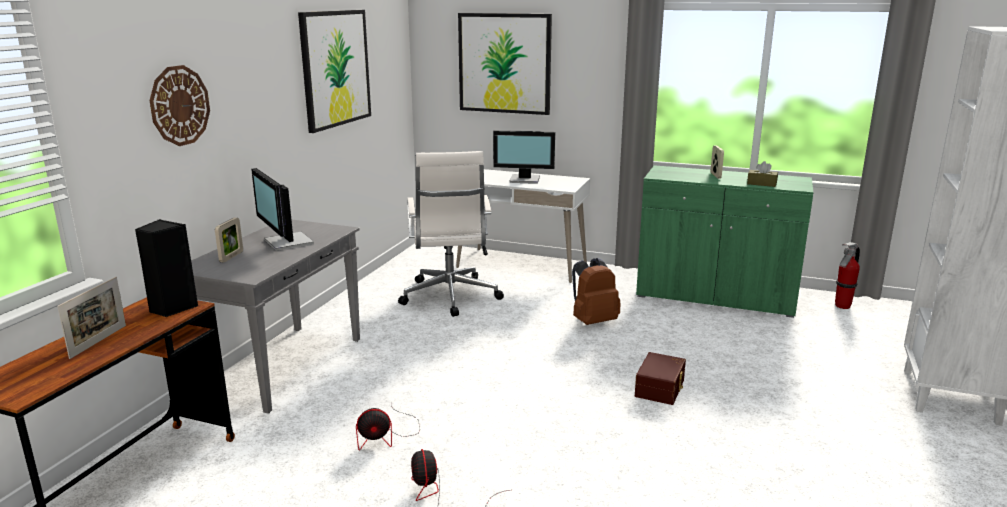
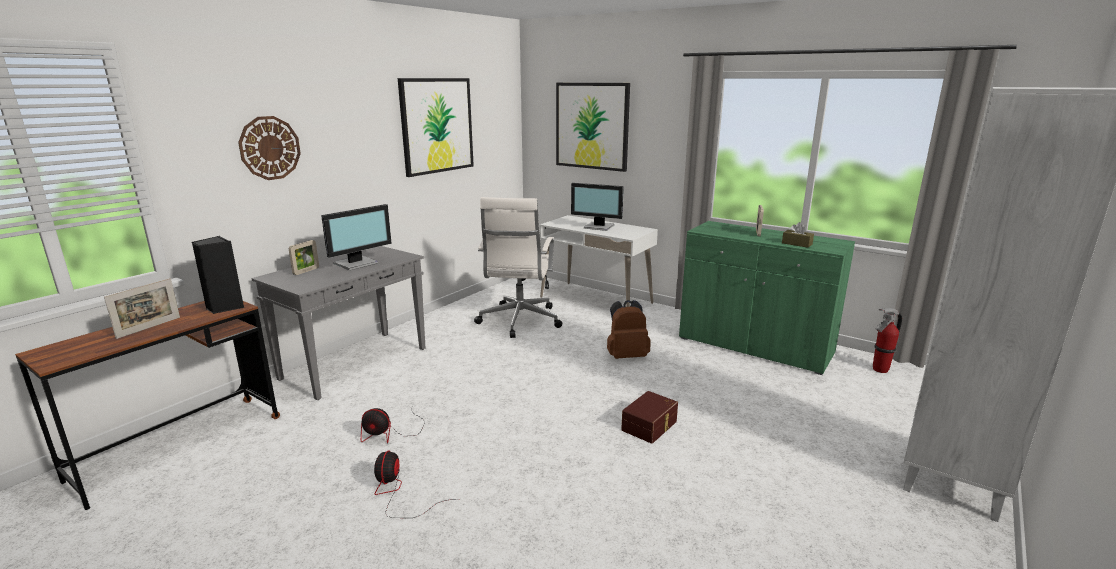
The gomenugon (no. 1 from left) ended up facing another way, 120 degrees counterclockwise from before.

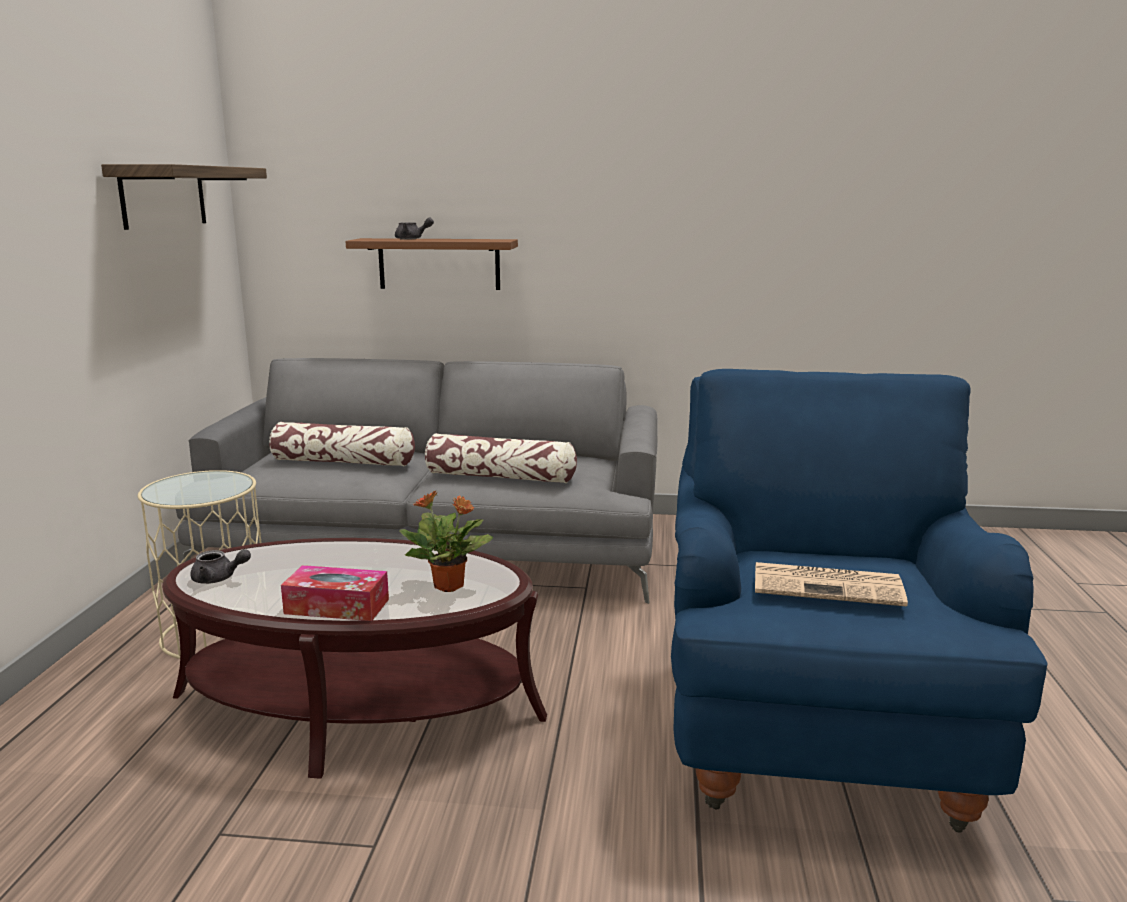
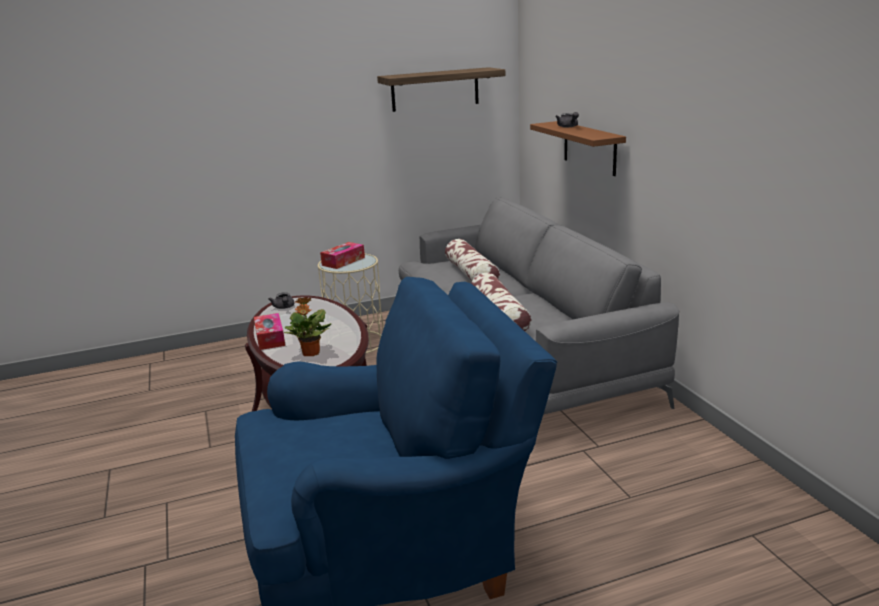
The second view lost the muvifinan.
The second view gained the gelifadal (no. 2 from left).

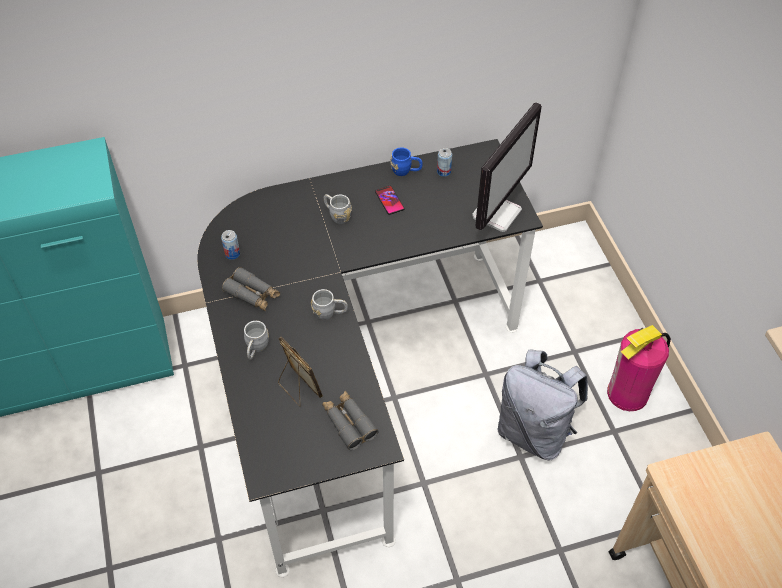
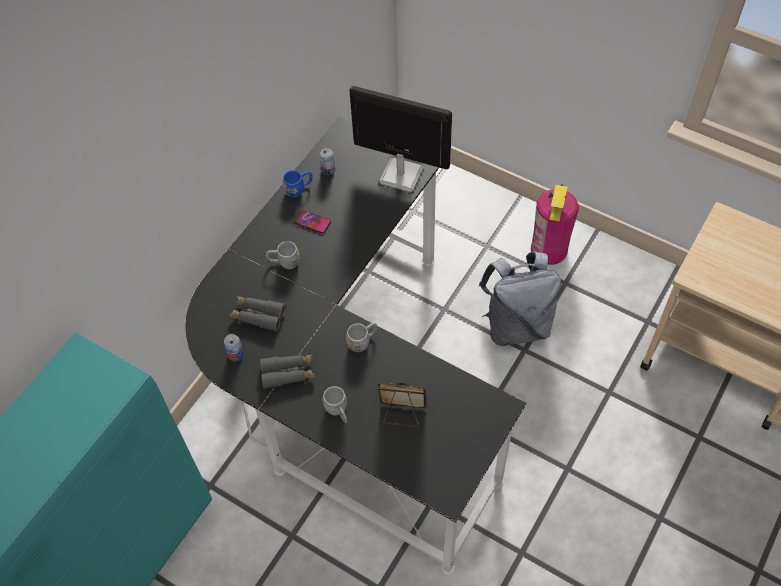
The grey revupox (no. 2 from left in the first image) ended up elsewhere.
The gomenugon ended up facing another way, 60 degrees counterclockwise from before.

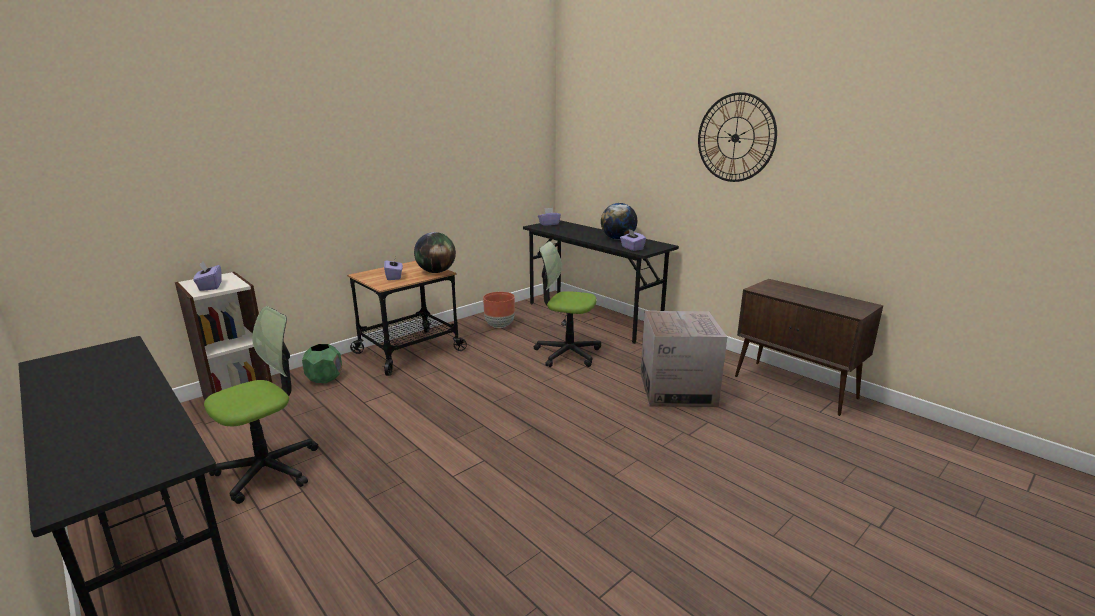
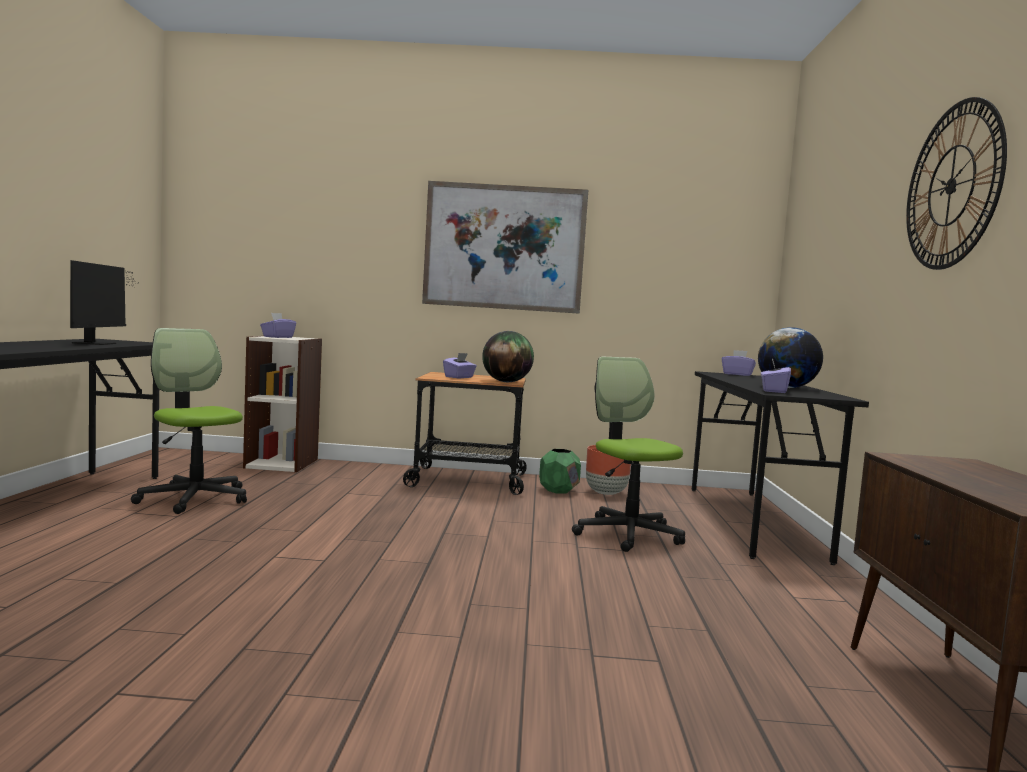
The second view lost the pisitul.
The second view gained the gomenugon.
The second view gained the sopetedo.
The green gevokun ended up elsewhere.
The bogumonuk (no. 1 from left) ended up facing another way, 135 degrees counterclockwise from before.

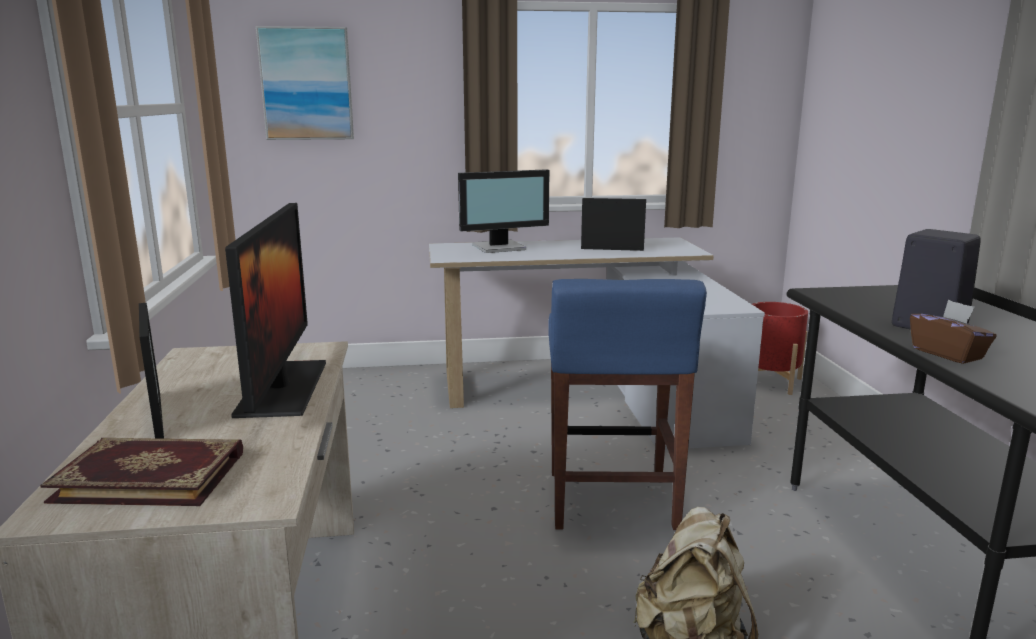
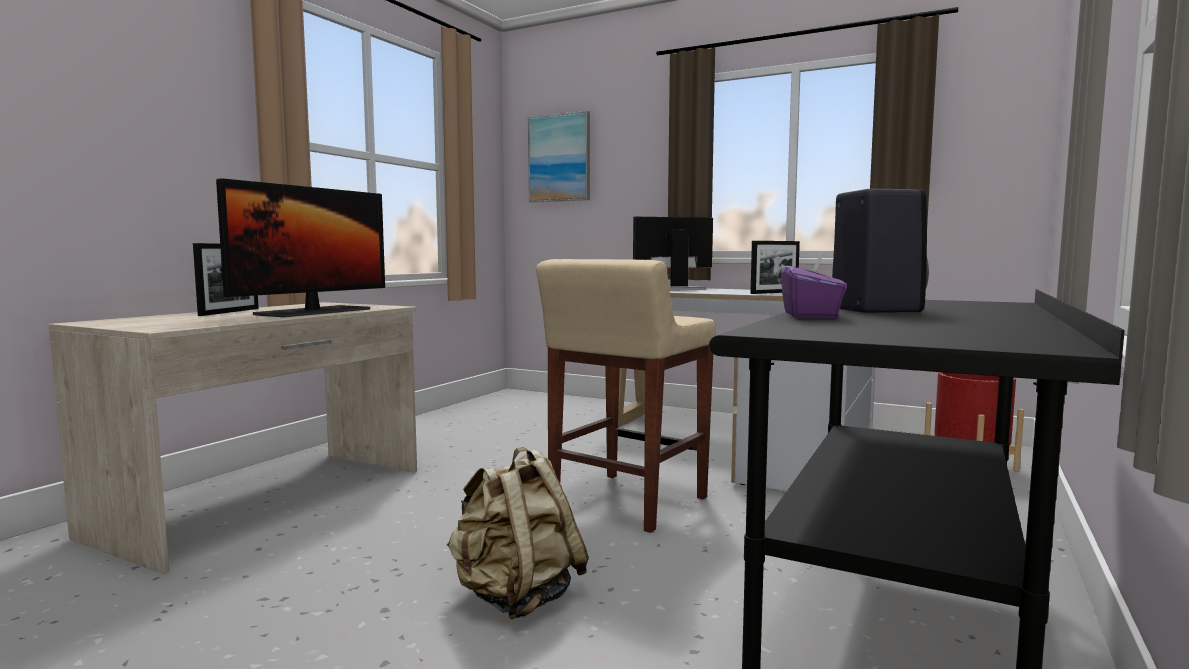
The second view lost the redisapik.
What was the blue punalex turned into the beige punalex.
What was the brown gelifadal turned into the purple gelifadal.
The gomenugon (no. 2 from left) ended up facing another way, 150 degrees clockwise from before.
The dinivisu (no. 2 from left) ended up facing another way, 105 degrees clockwise from before.

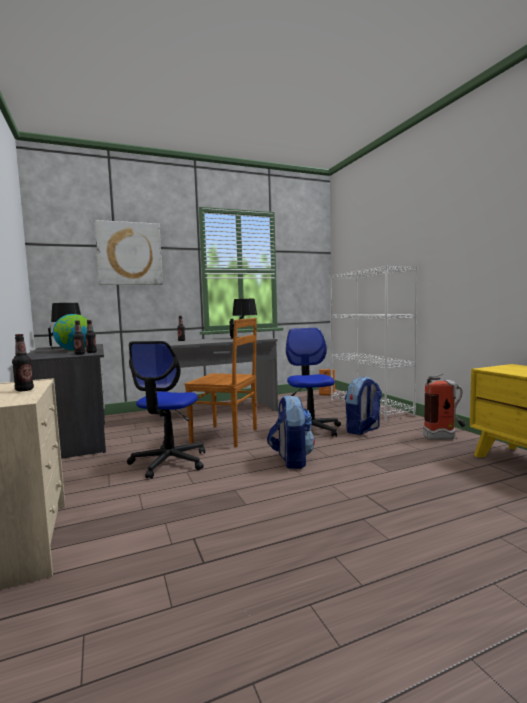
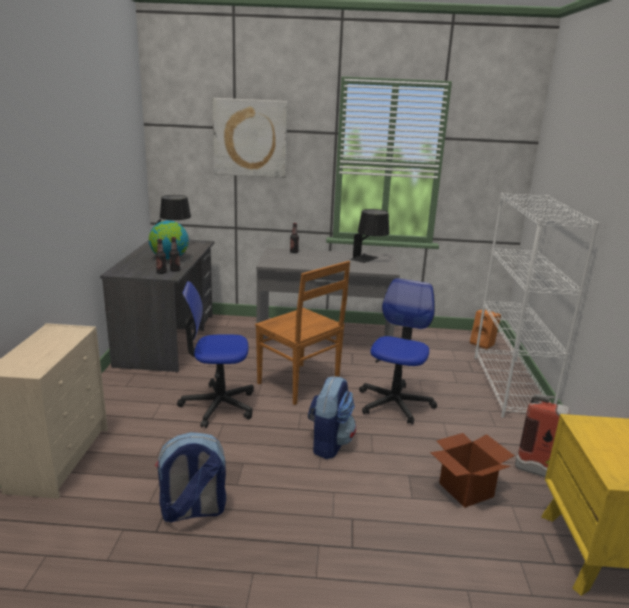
The second view lost the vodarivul (no. 1 from left).
The second view gained the pisitul.
The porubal (no. 2 from left in the first image) ended up elsewhere.
The bogumonuk (no. 1 from left) ended up facing another way, 45 degrees clockwise from before.

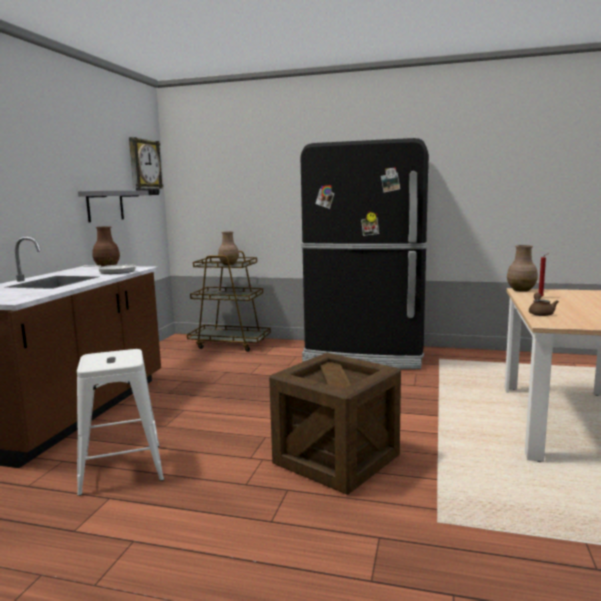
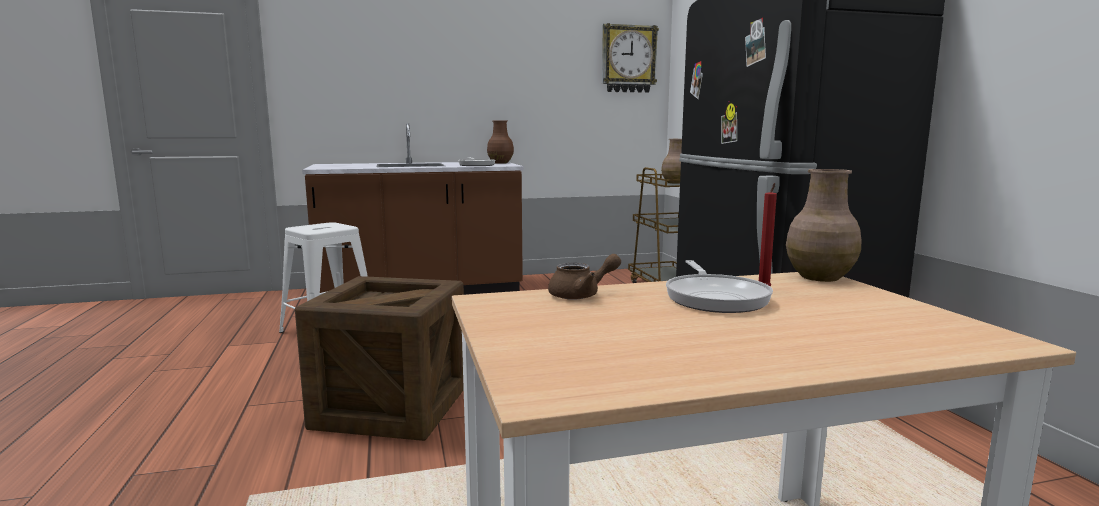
The second view lost the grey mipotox.
The second view gained the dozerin (no. 2 from left).

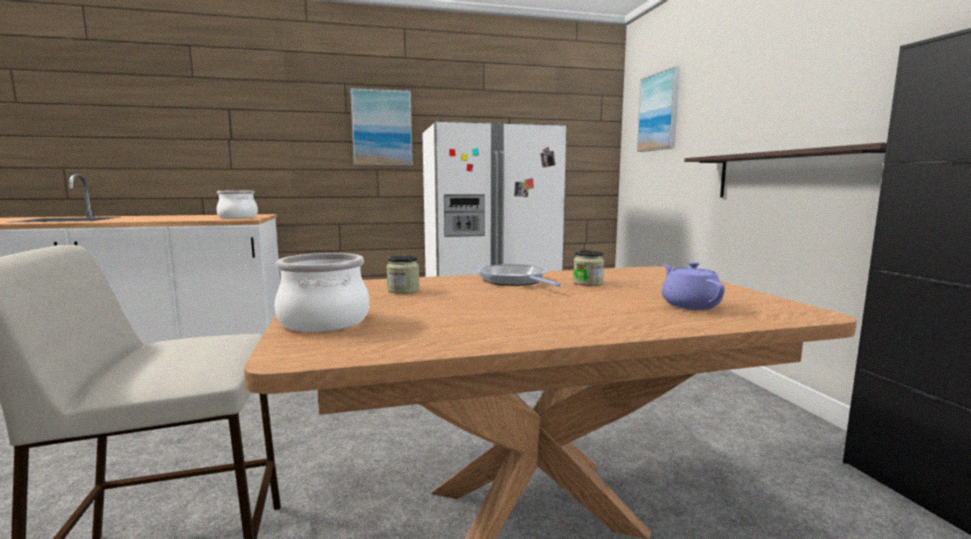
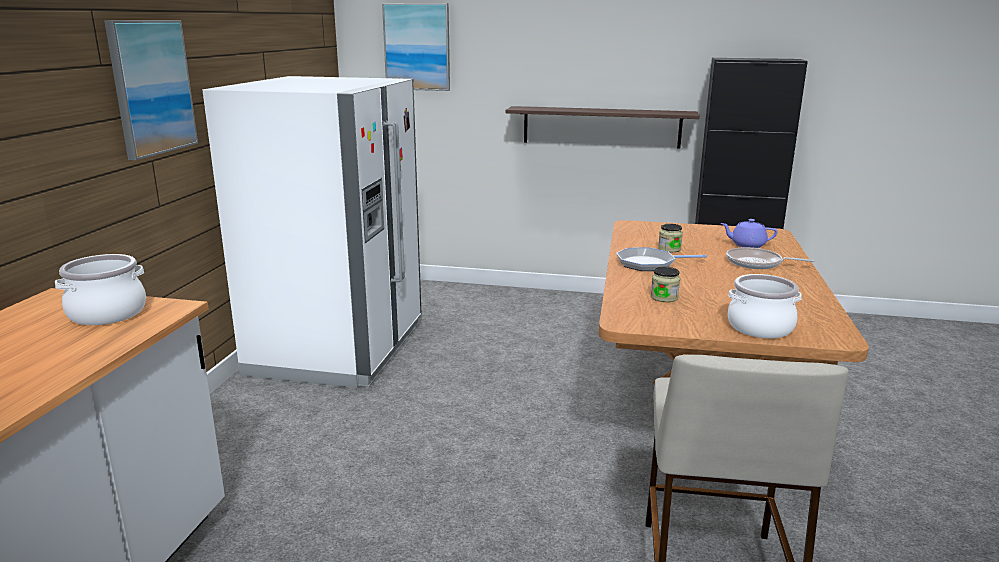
The second view gained the dozerin (no. 2 from left).

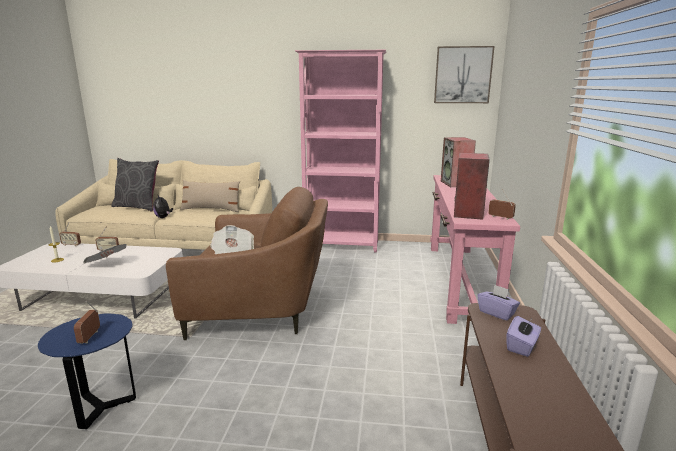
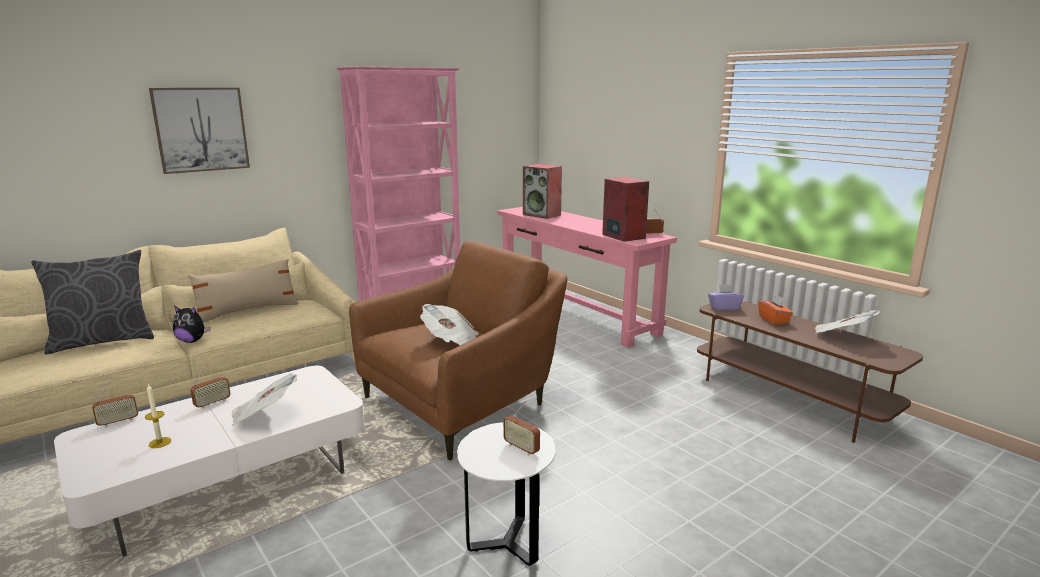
The second view gained the muvifinan (no. 3 from left).
The sopetedo ended up elsewhere.
What was the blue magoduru turned into the white magoduru.
What was the purple gelifadal (no. 2 from left) turned into the orange gelifadal.

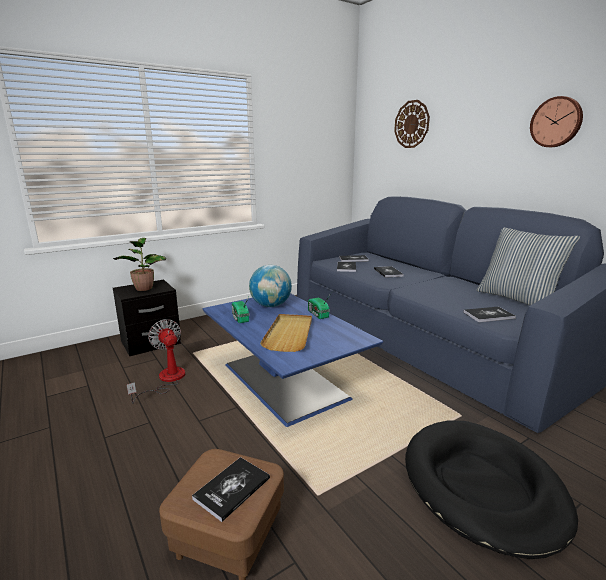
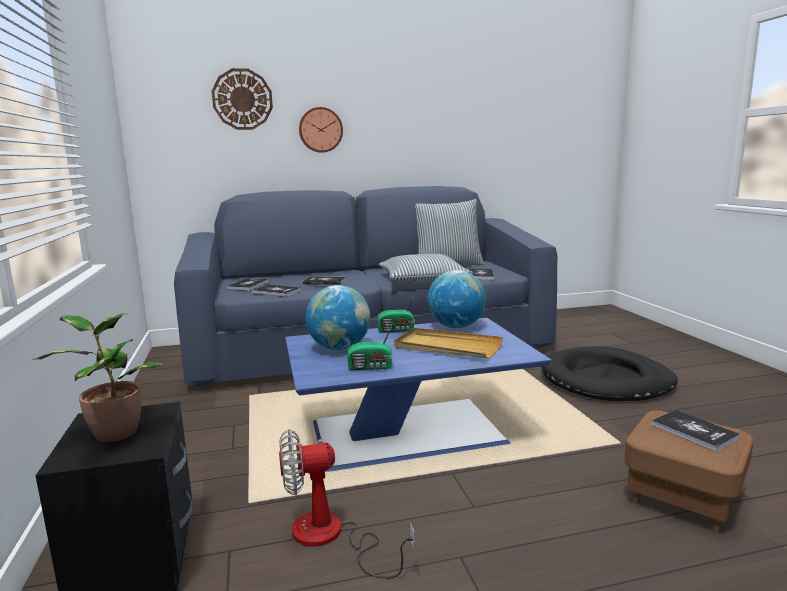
The second view gained the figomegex (no. 1 from left).
The second view gained the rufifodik (no. 2 from left).
The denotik (no. 2 from left) ended up elsewhere.

